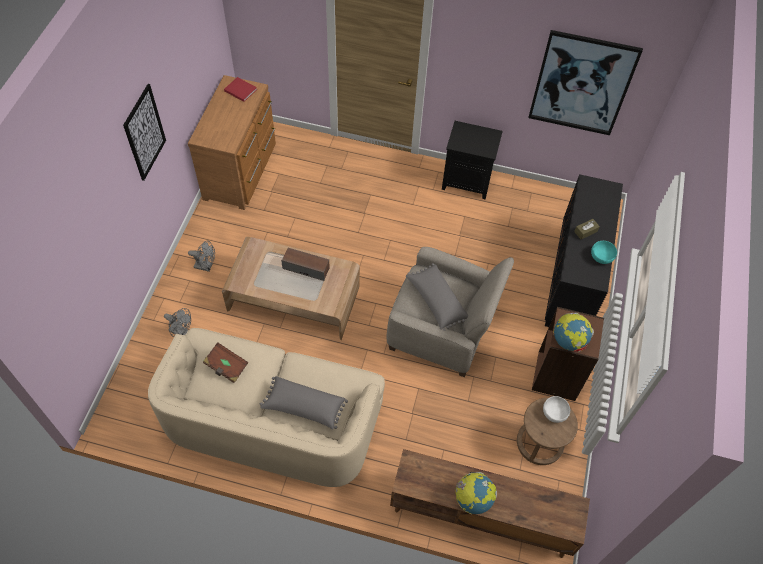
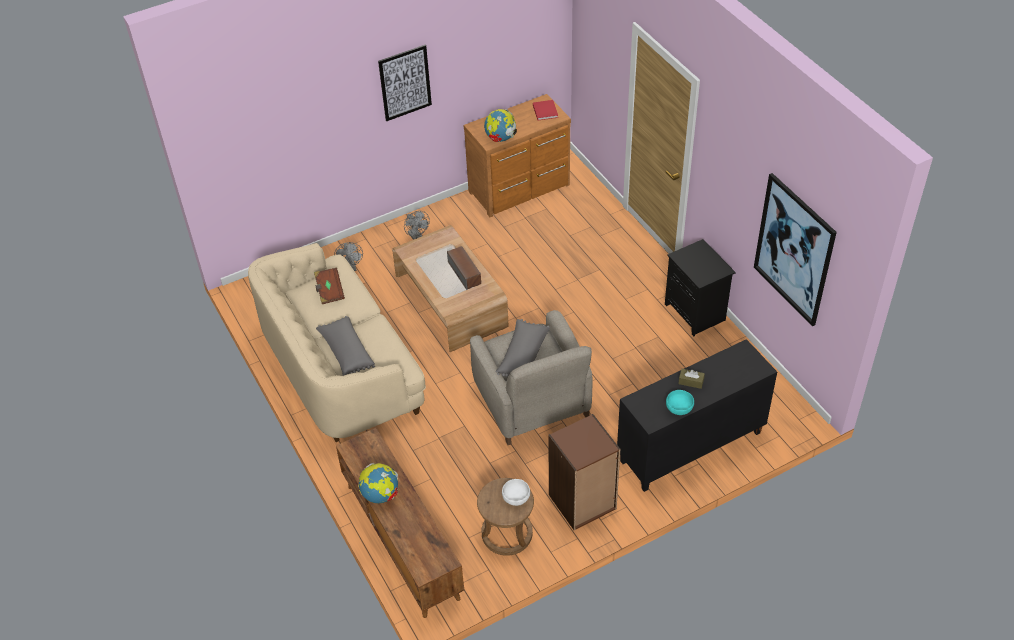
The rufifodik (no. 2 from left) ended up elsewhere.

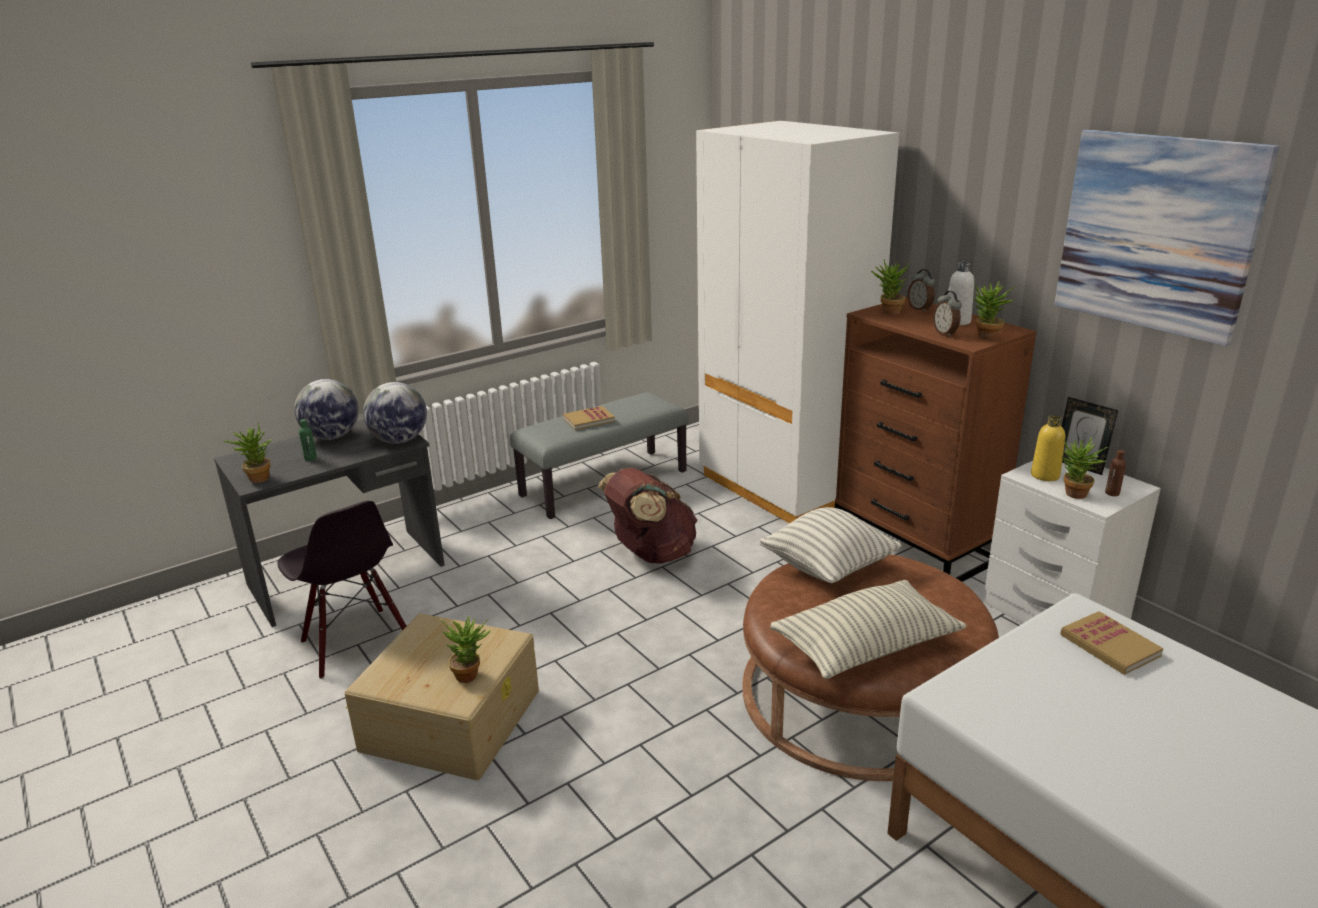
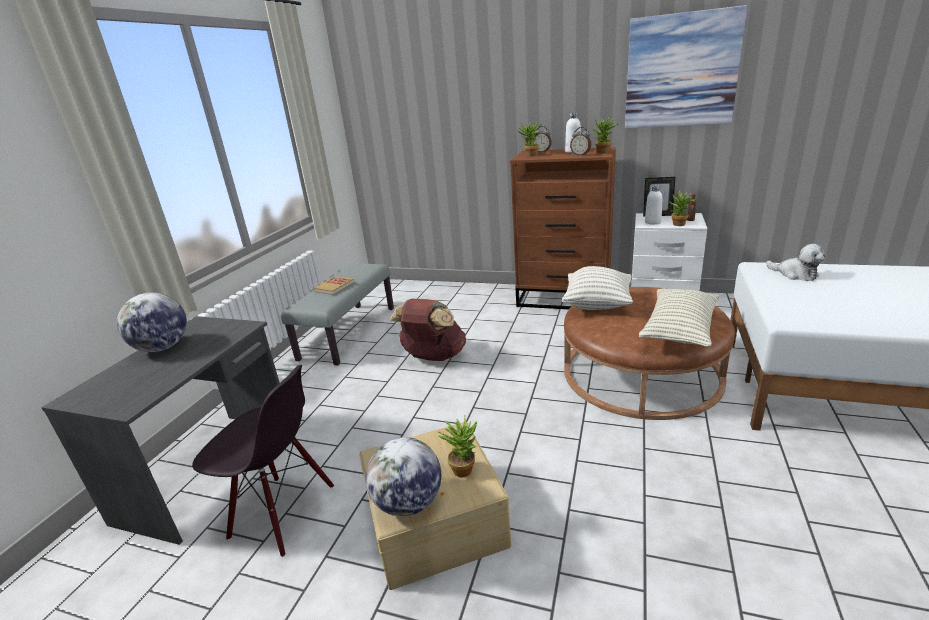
The second view lost the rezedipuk (no. 1 from left).
The second view lost the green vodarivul.
The second view lost the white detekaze.
The rufifodik (no. 2 from left) ended up elsewhere.
Where the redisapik (no. 2 from left) stood, the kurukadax came to stand.
What was the yellow vodarivul turned into the white vodarivul (no. 2 from left).

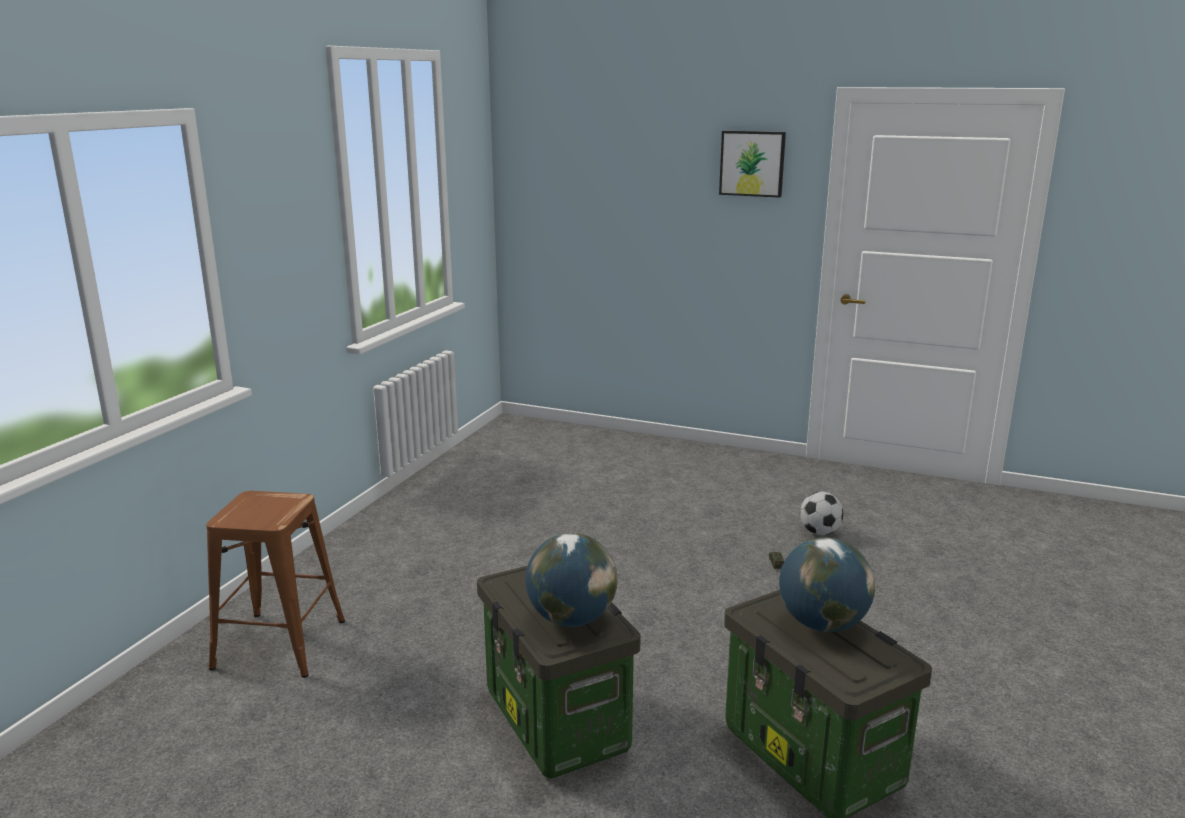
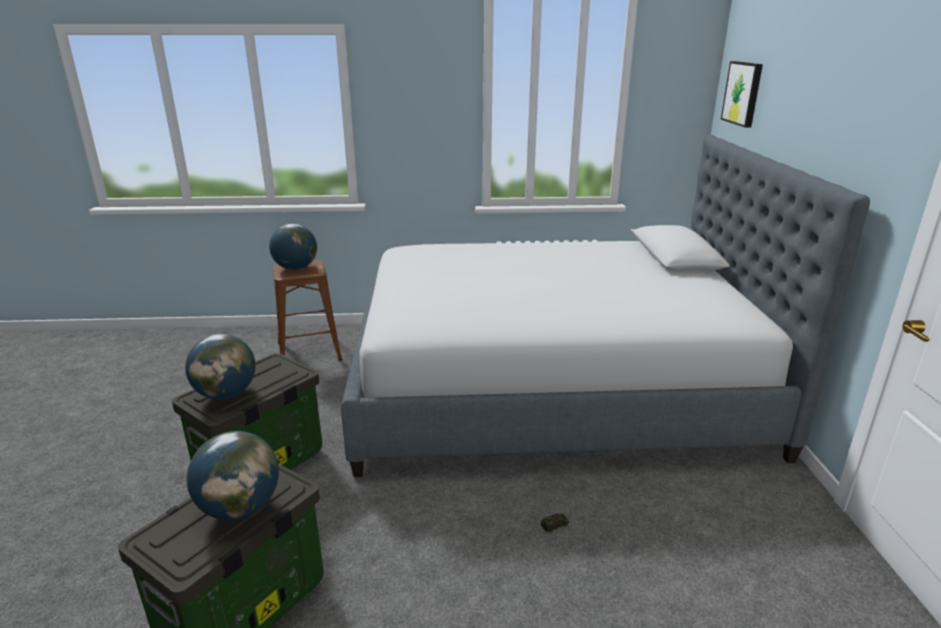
The second view lost the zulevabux.
The second view gained the rufifodik (no. 3 from left).
The second view gained the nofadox.
The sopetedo ended up elsewhere.

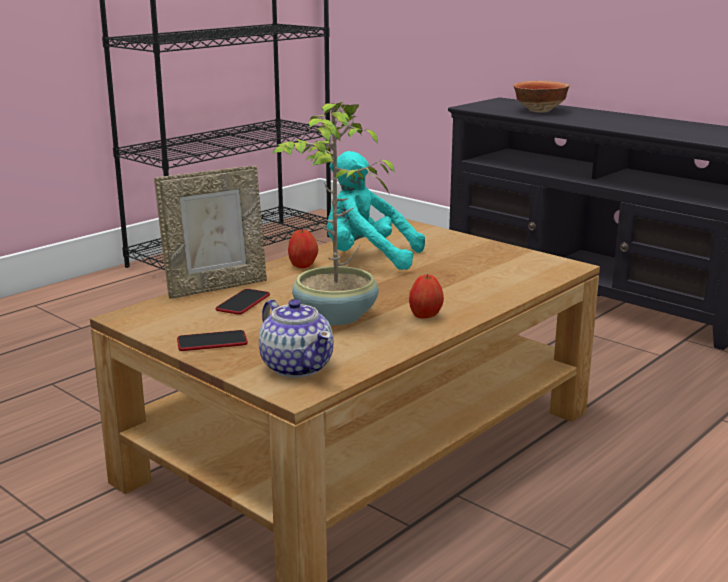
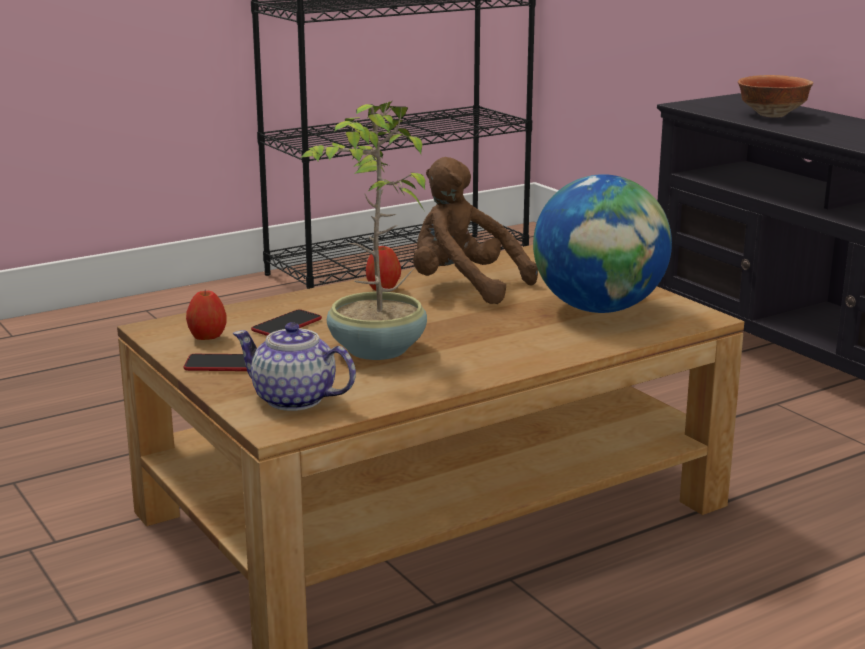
The second view lost the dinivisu.
The second view gained the rufifodik.
The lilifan (no. 2 from left in the first image) ended up elsewhere.
What was the turquoise kurukadax turned into the brown kurukadax.
The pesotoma ended up facing another way, 135 degrees clockwise from before.

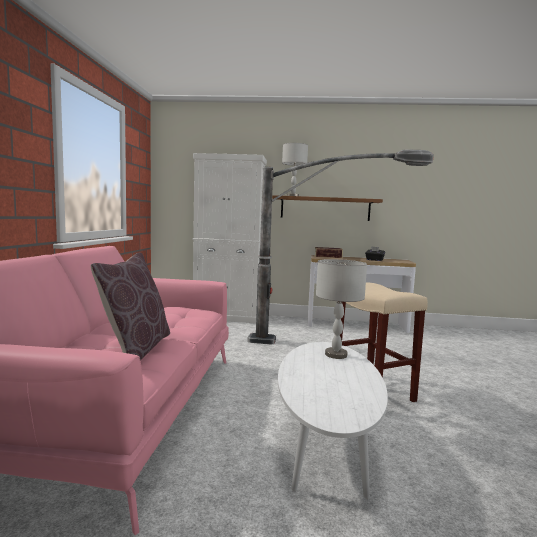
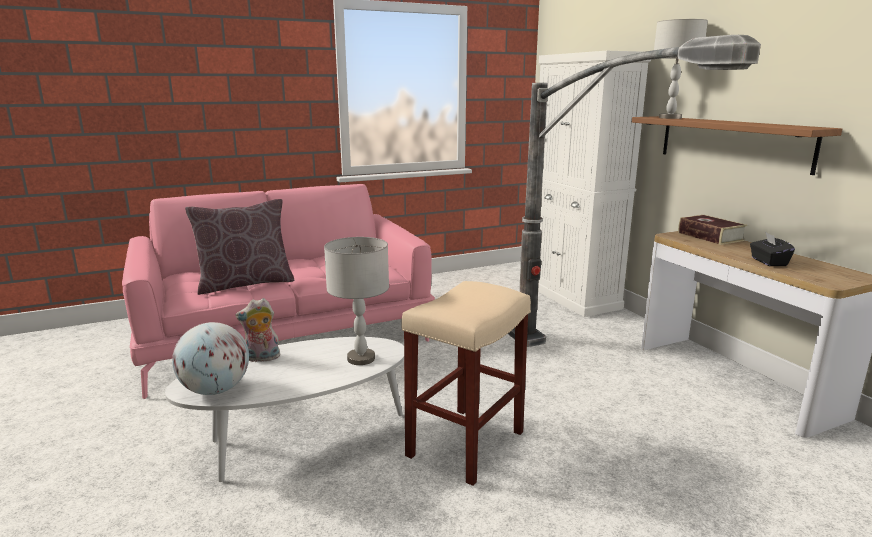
The second view gained the rufifodik.
The second view gained the kurukadax.

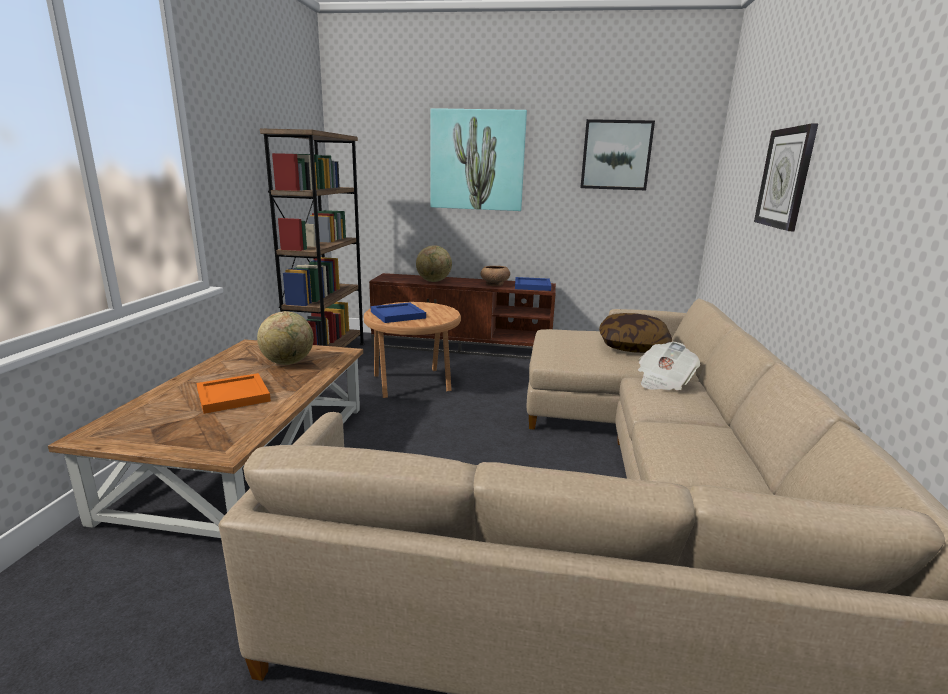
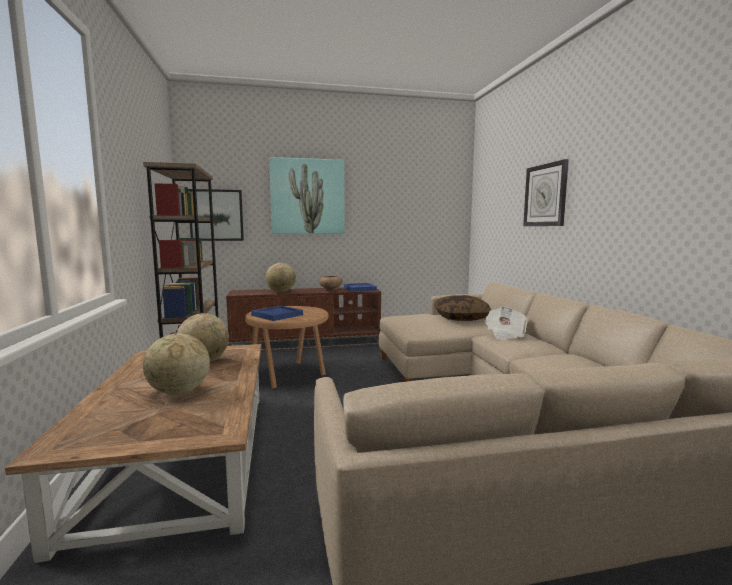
The sopetedo (no. 2 from left in the first image) ended up elsewhere.
Where the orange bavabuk stood, the rufifodik (no. 1 from left) came to stand.

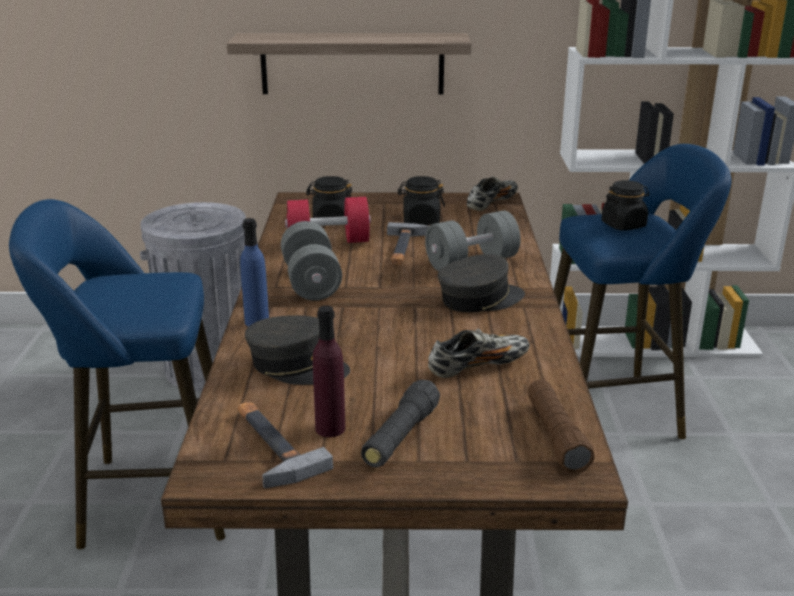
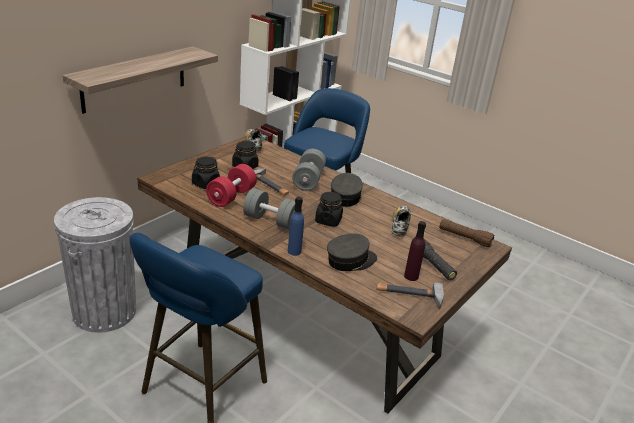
The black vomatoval (no. 3 from left) ended up elsewhere.

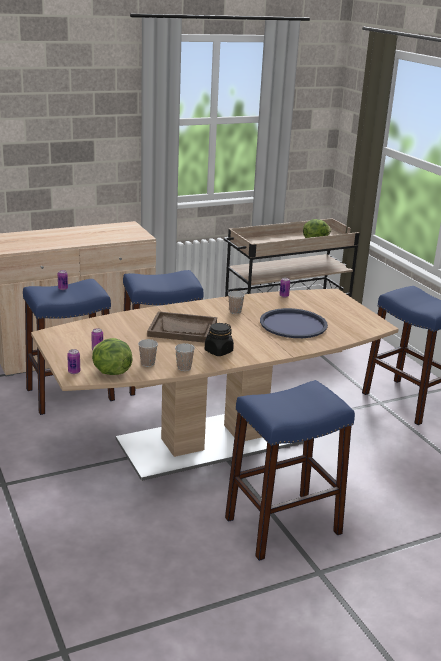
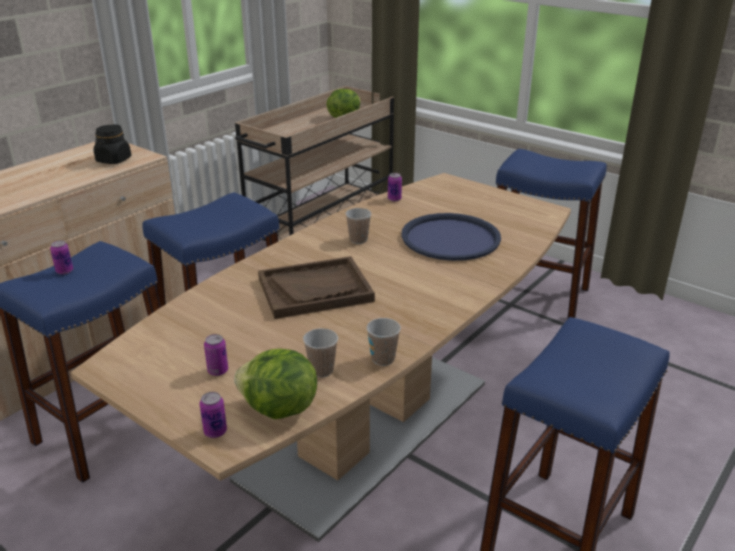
The black vomatoval ended up elsewhere.

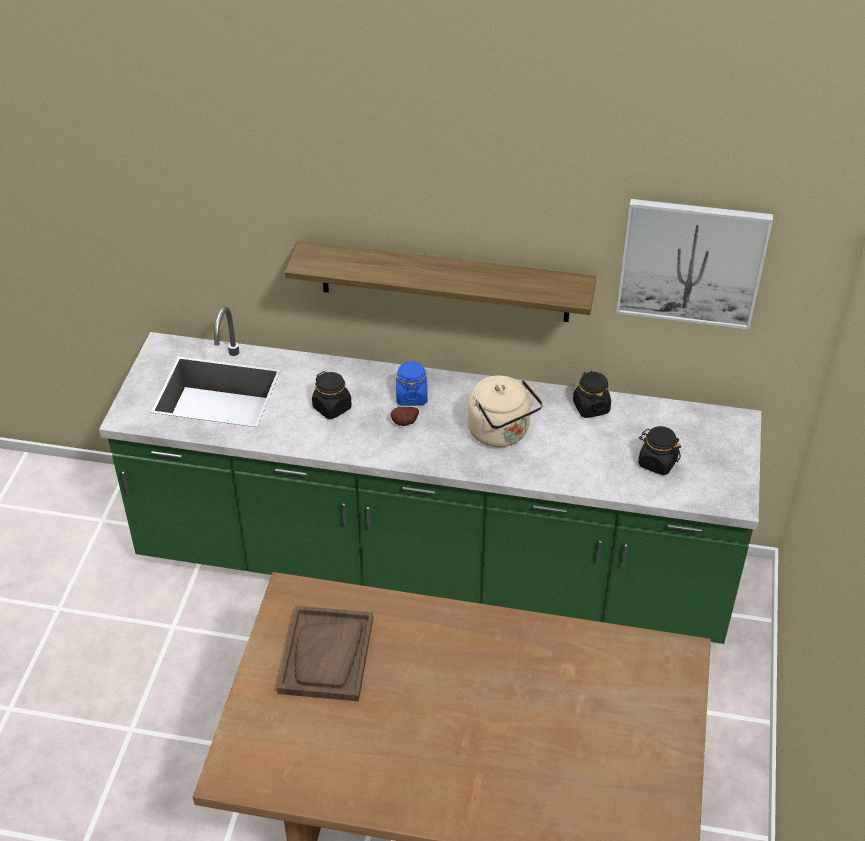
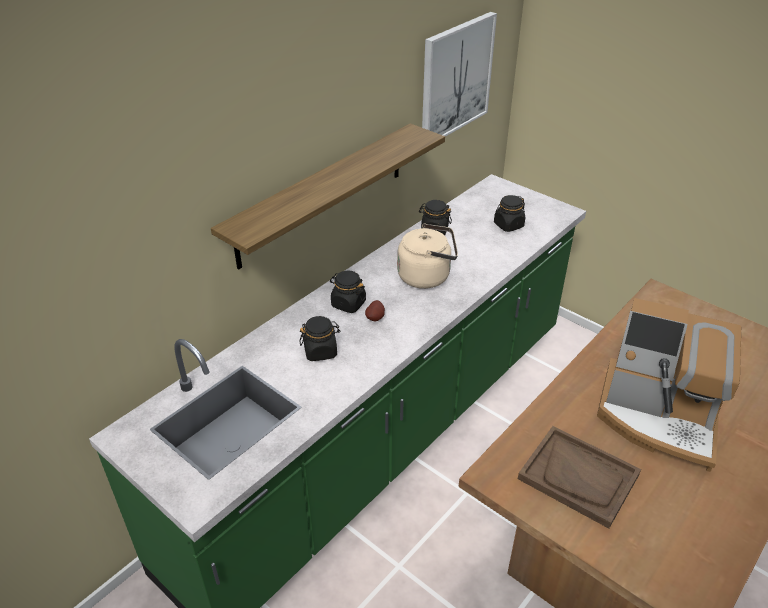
The second view gained the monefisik.
What was the blue vomatoval turned into the black vomatoval (no. 2 from left).

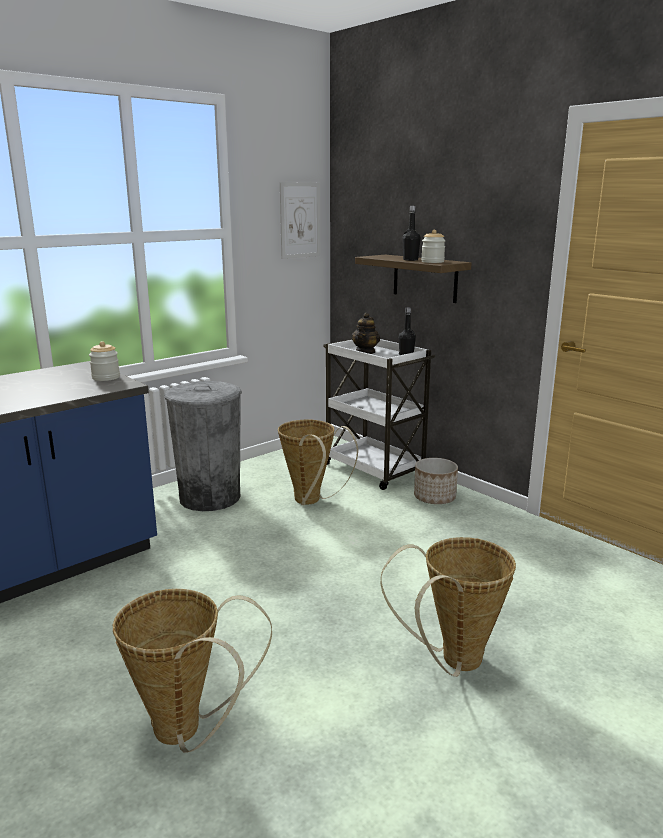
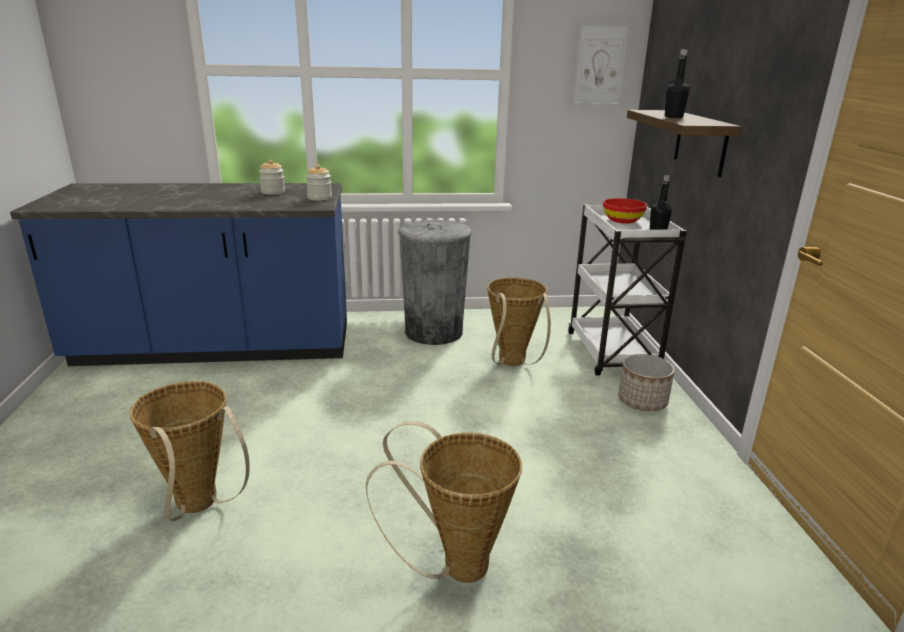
The vomatoval (no. 2 from left in the first image) ended up elsewhere.
Where the pesotoma stood, the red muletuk came to stand.

